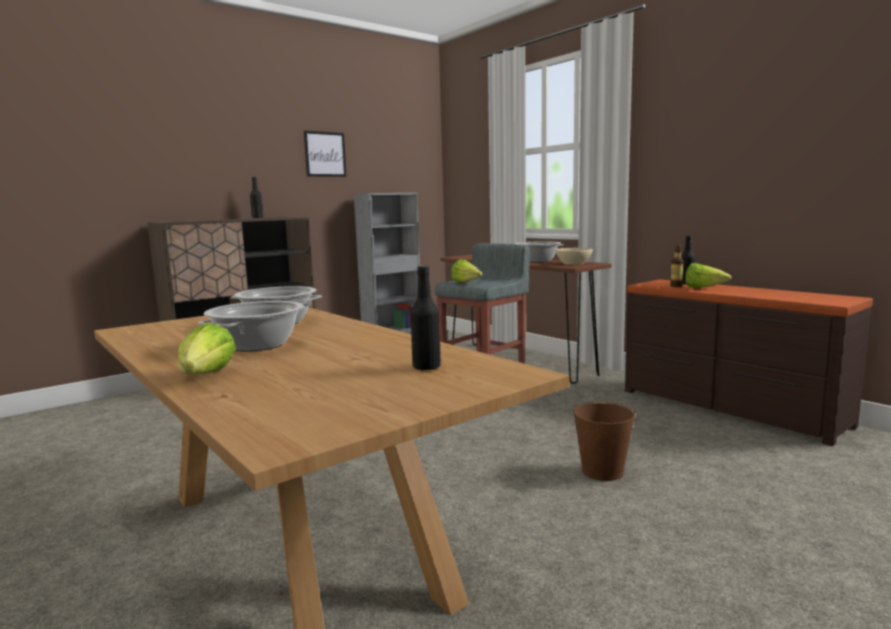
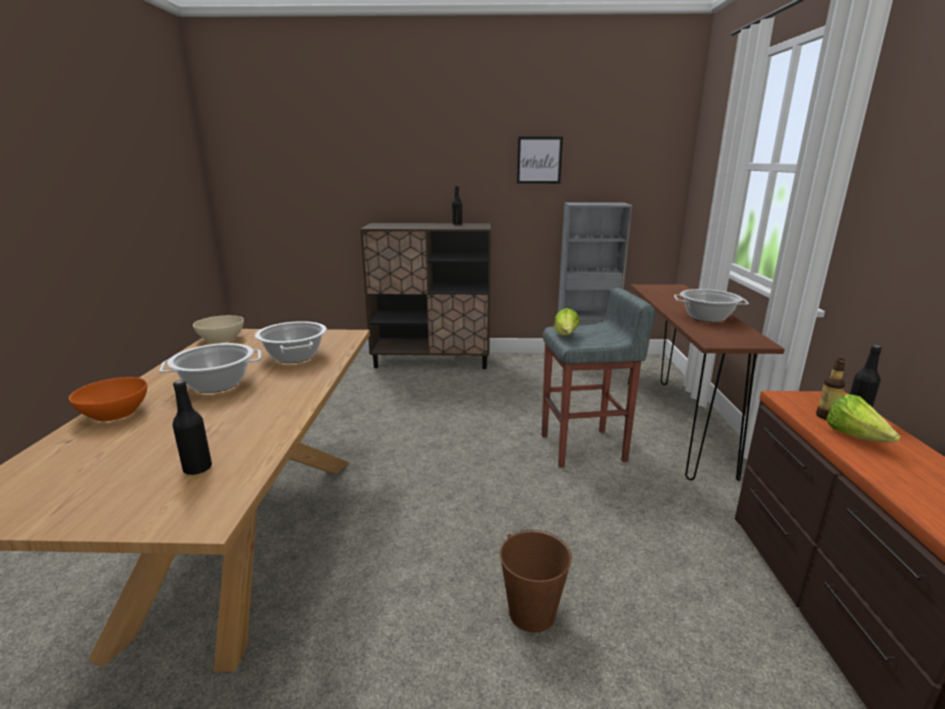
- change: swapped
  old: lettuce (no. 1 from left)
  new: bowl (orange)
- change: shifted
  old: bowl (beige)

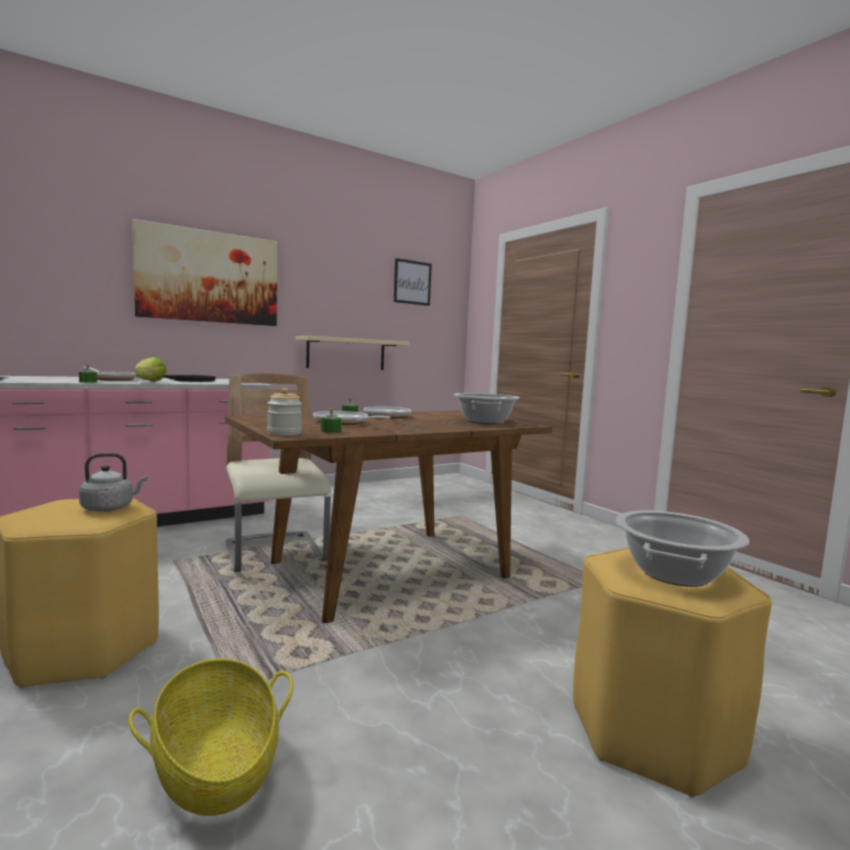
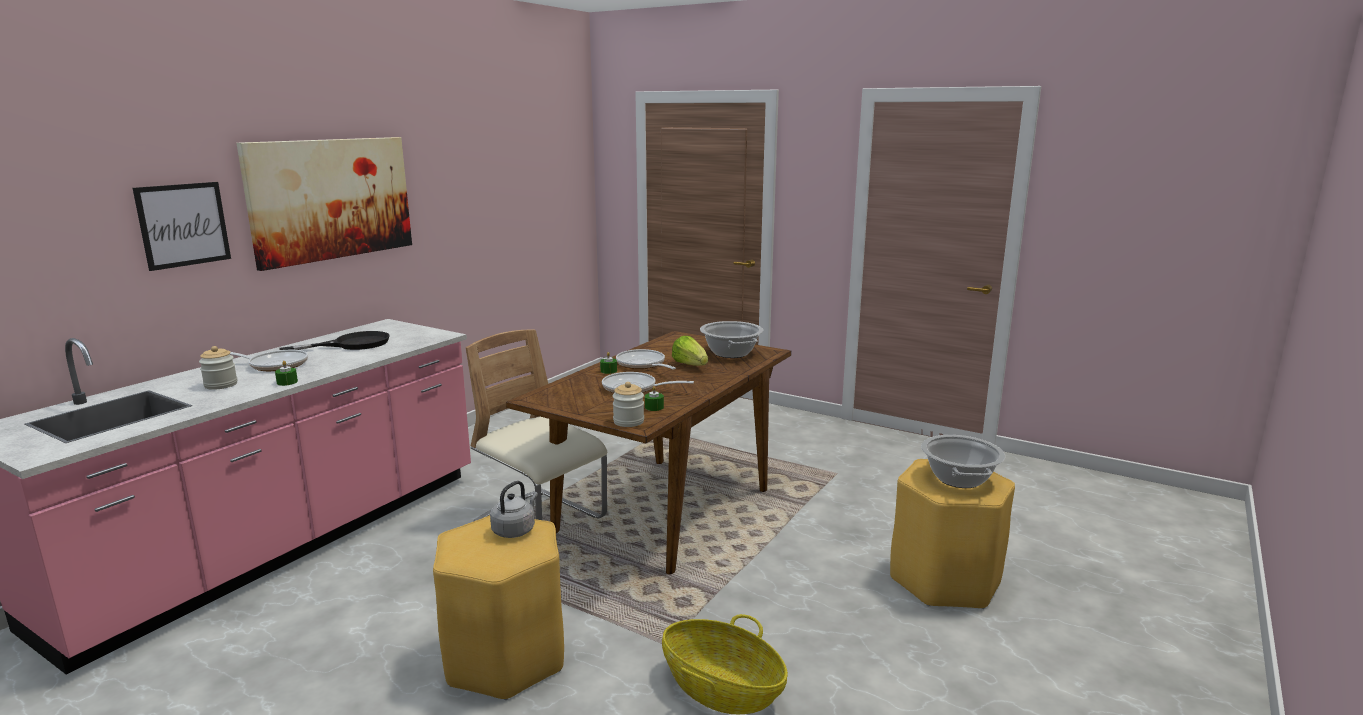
- change: shifted
  old: picture (no. 2 from left in the first image)
  new: picture (no. 1 from left)
- change: new
  new: jar (no. 1 from left)
- change: shifted
  old: lettuce
- change: gone
  old: shelf (beige)

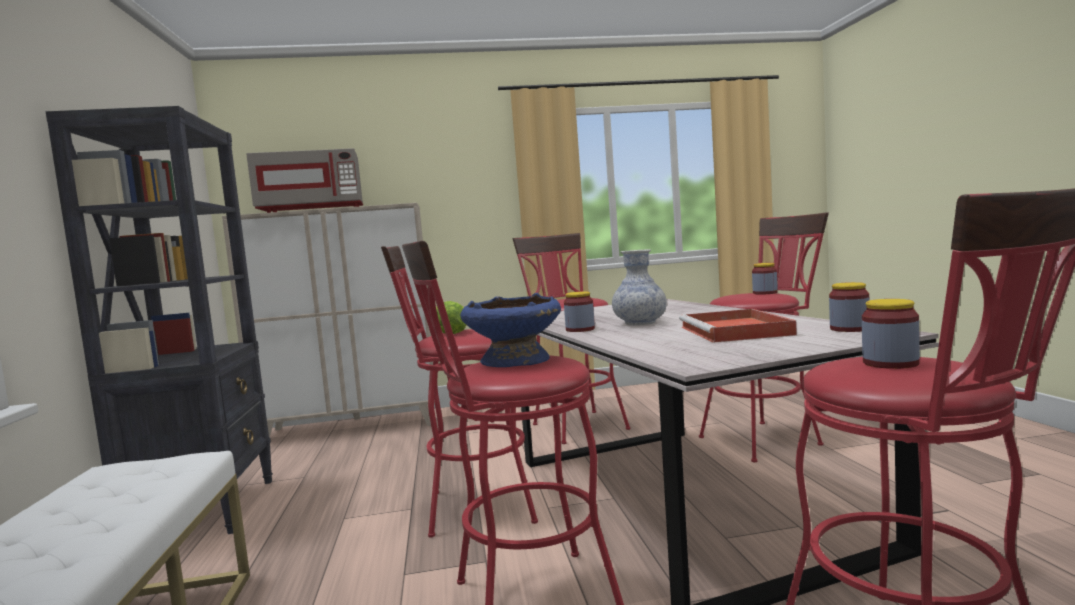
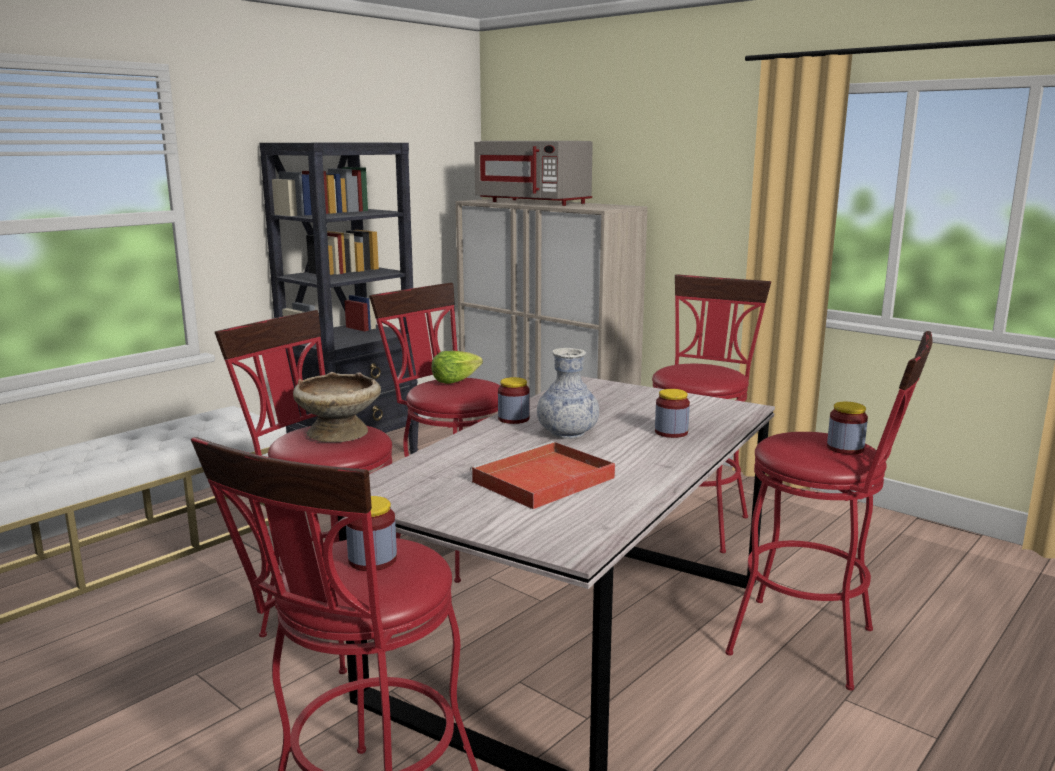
- change: repainted
  old: bowl (blue)
  new: bowl (beige)
- change: shifted
  old: jar (no. 3 from left)

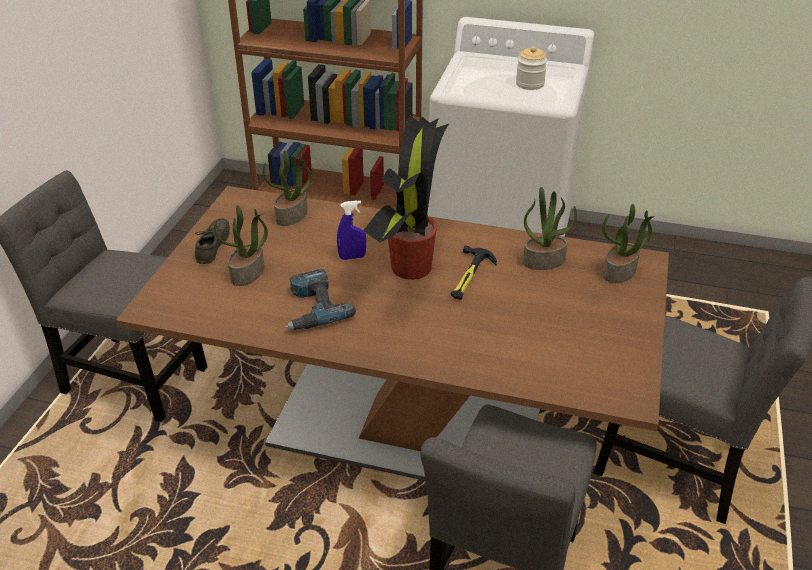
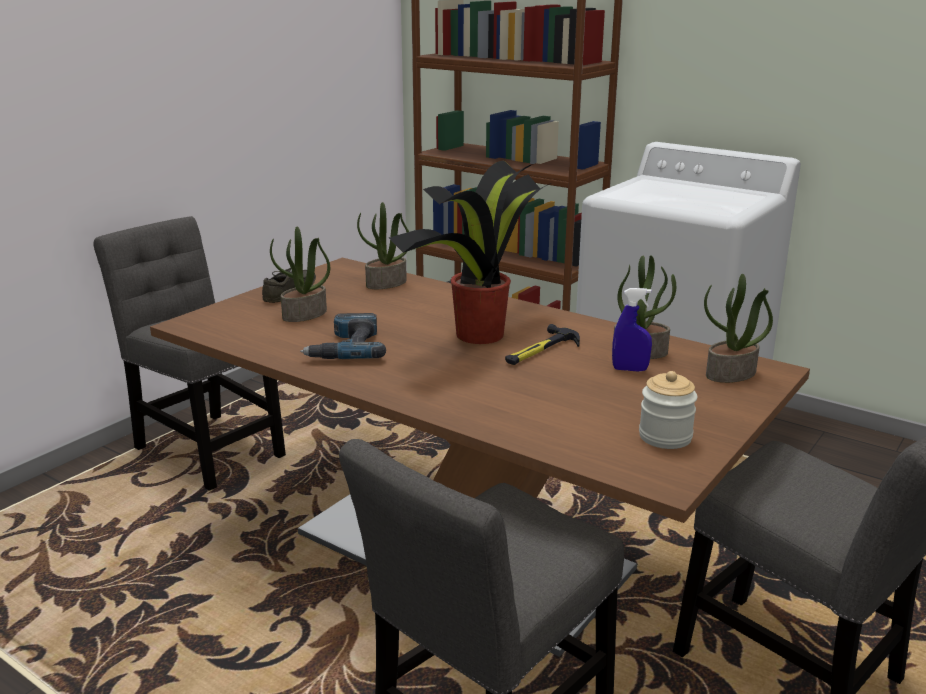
- change: shifted
  old: spray bottle (blue)
- change: shifted
  old: jar

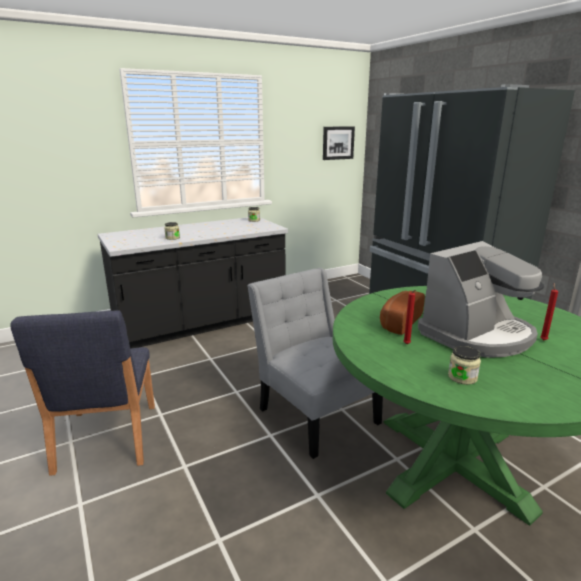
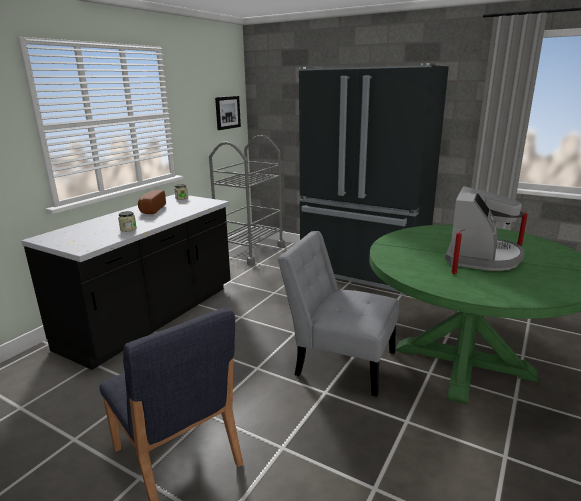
- change: shifted
  old: bread
- change: new
  new: cart (grey)
- change: gone
  old: jar (no. 3 from left)

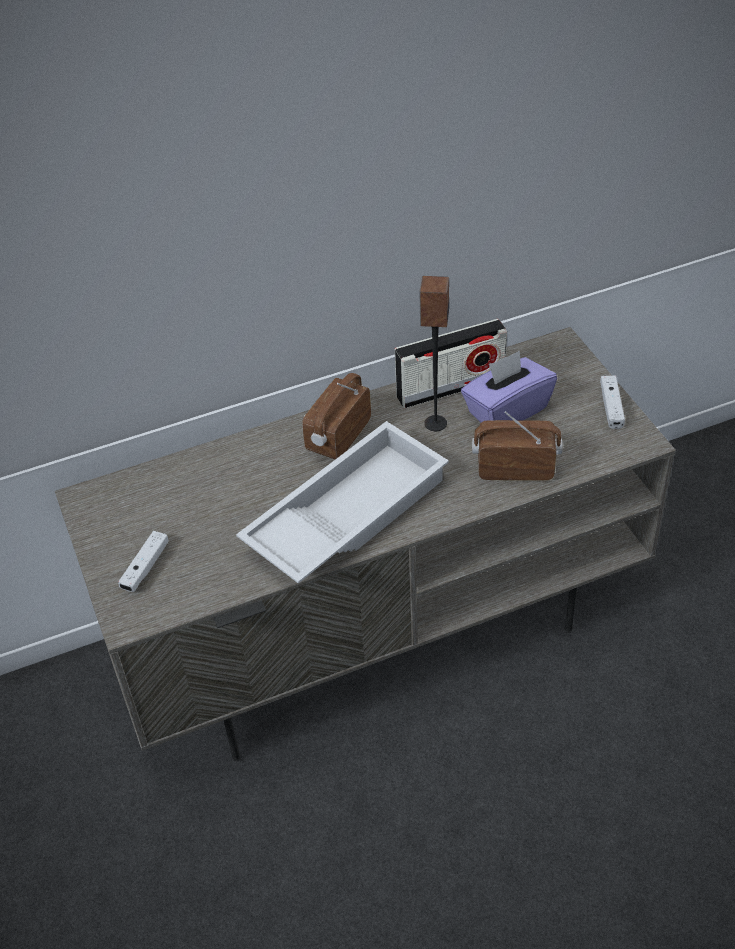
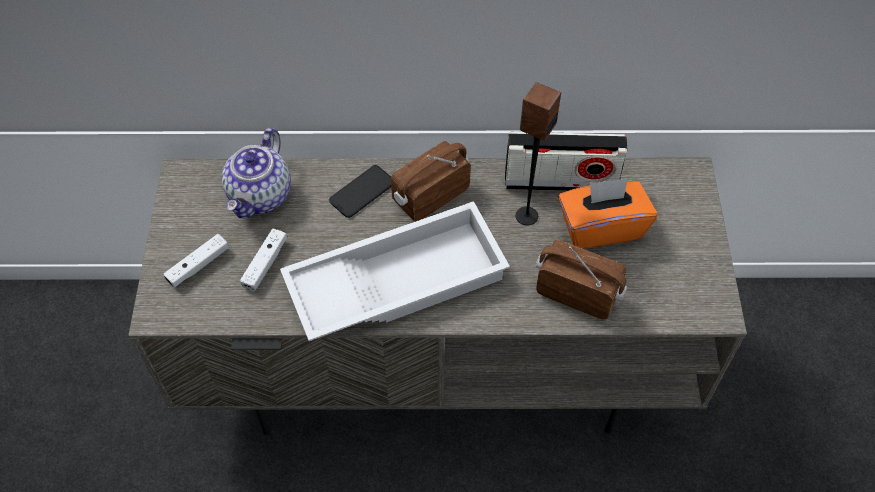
- change: new
  new: teapot
- change: shifted
  old: game controller (white) (no. 2 from left)
- change: new
  new: phone
- change: repainted
  old: tissue box (purple)
  new: tissue box (orange)

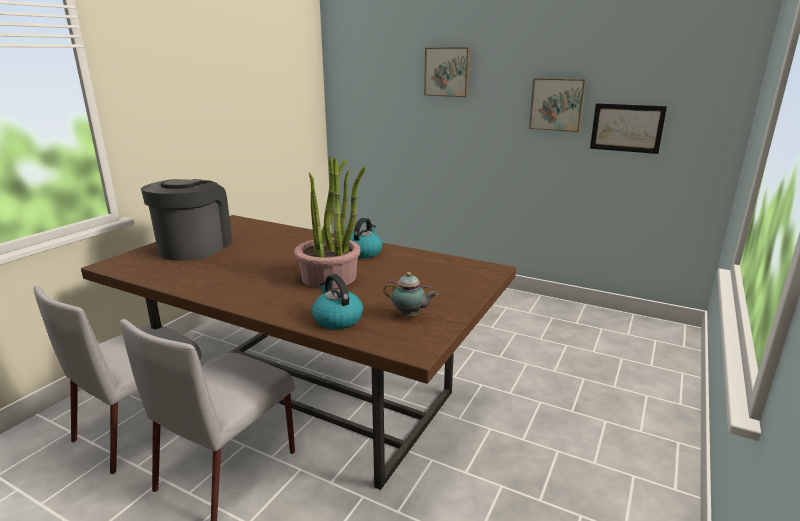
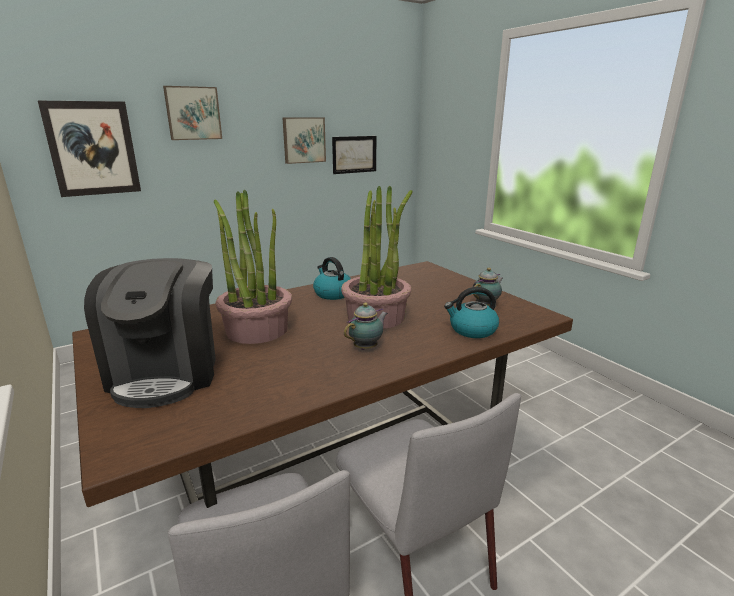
- change: new
  new: picture (no. 1 from left)
- change: rotated
  old: coffee machine
  degrees: -135
- change: new
  new: potted plant (no. 1 from left)
- change: new
  new: teapot (no. 1 from left)

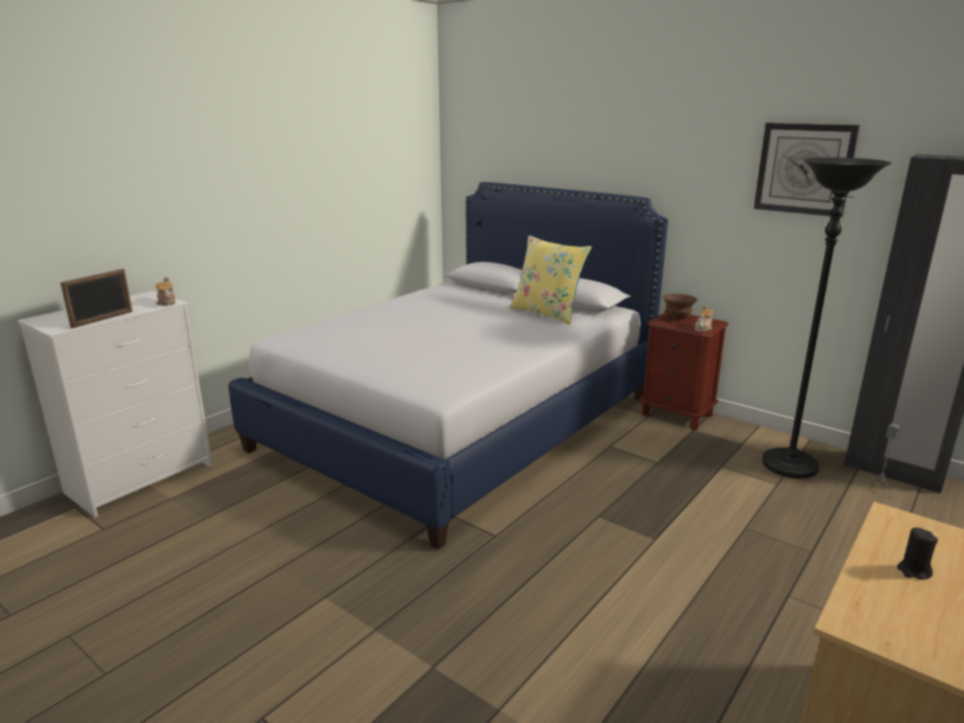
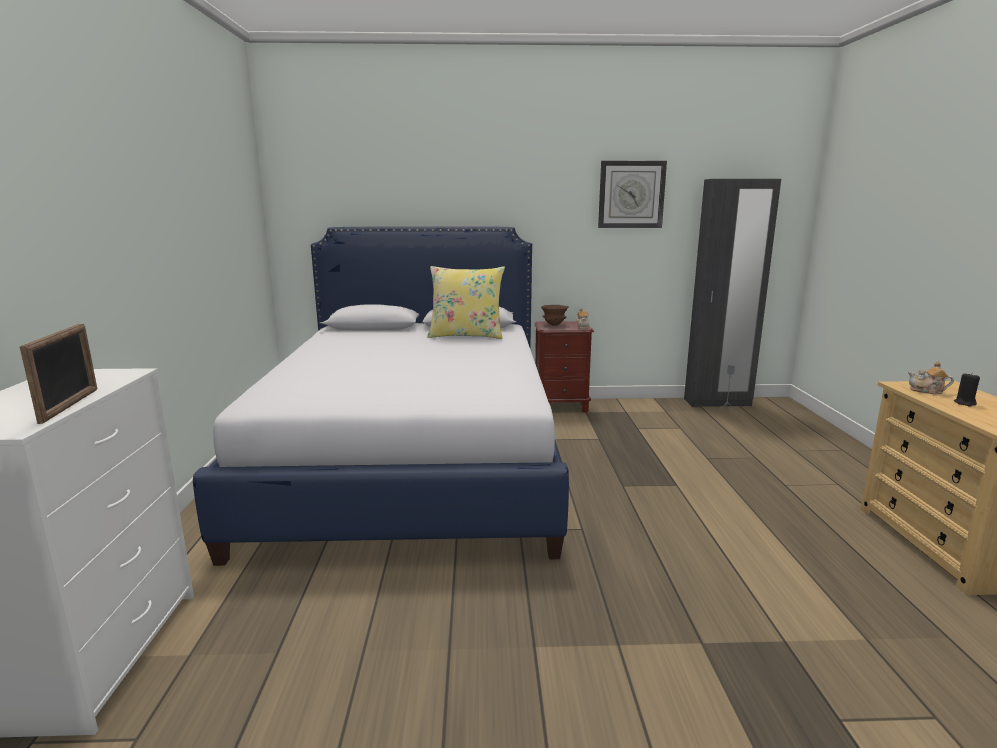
- change: shifted
  old: teapot (no. 1 from left in the first image)
  new: teapot (no. 2 from left)
- change: gone
  old: floor lamp (black)

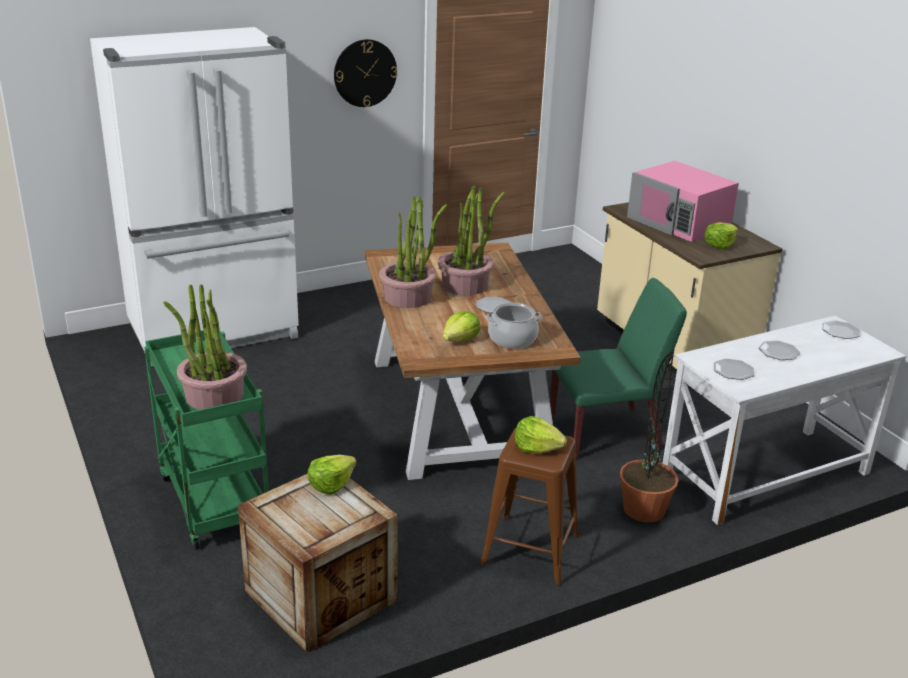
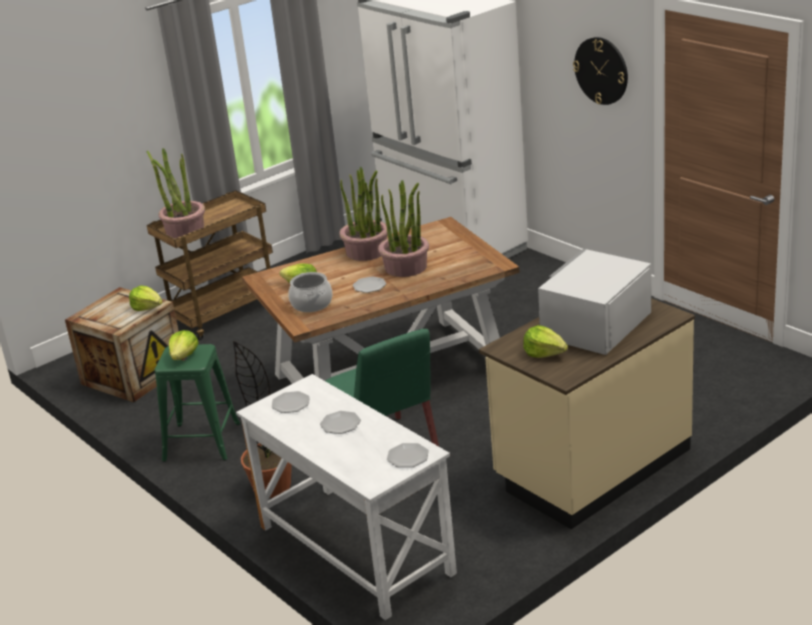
- change: repainted
  old: cart (green)
  new: cart (brown)
- change: repainted
  old: stool (brown)
  new: stool (green)
- change: repainted
  old: microwave (pink)
  new: microwave (white)

